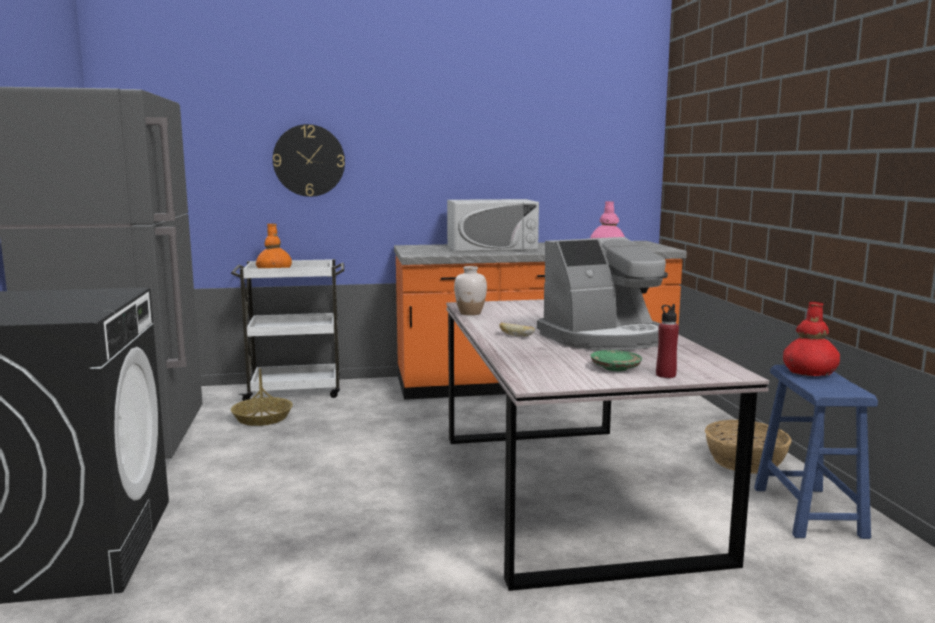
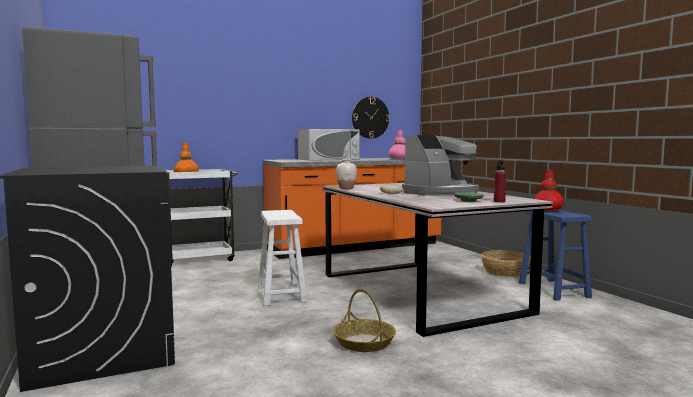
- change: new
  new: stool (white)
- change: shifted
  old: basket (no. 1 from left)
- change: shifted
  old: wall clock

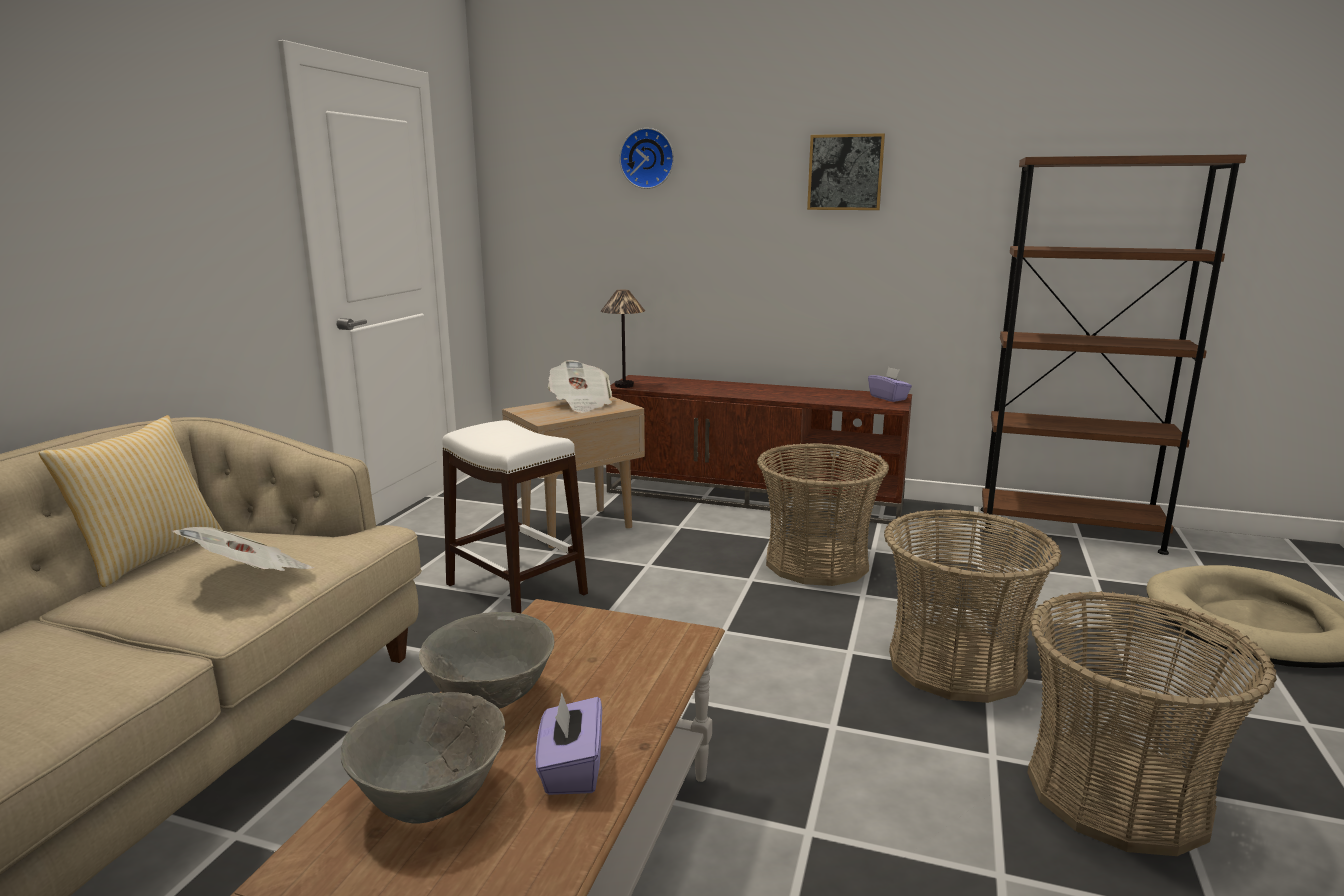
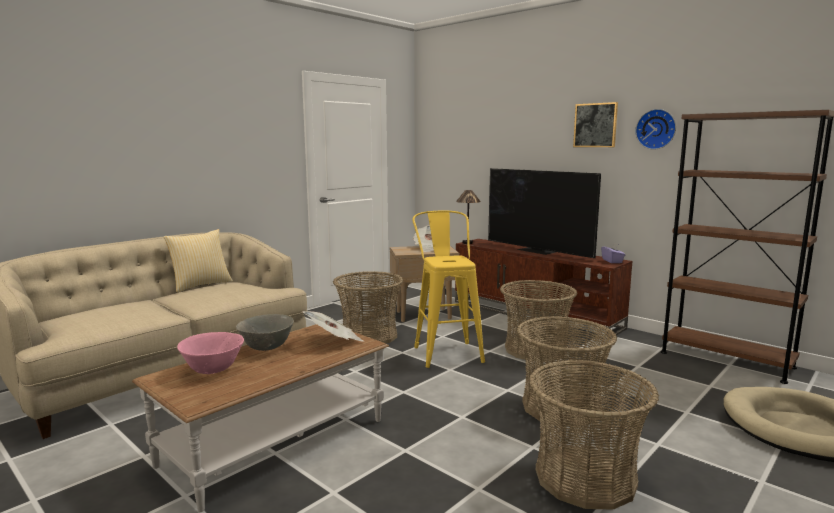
- change: repainted
  old: bowl (grey) (no. 1 from left)
  new: bowl (pink)
- change: shifted
  old: newspaper (no. 1 from left)
- change: swapped
  old: stool (white)
  new: basket (no. 1 from left)
- change: new
  new: stool (yellow)
- change: new
  new: television
- change: shifted
  old: wall clock
- change: gone
  old: tissue box (purple) (no. 1 from left)

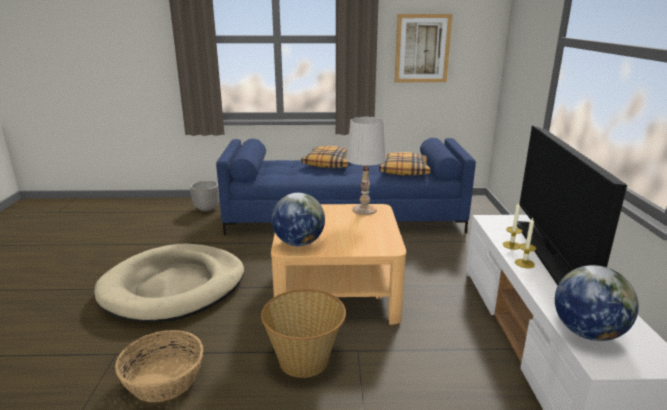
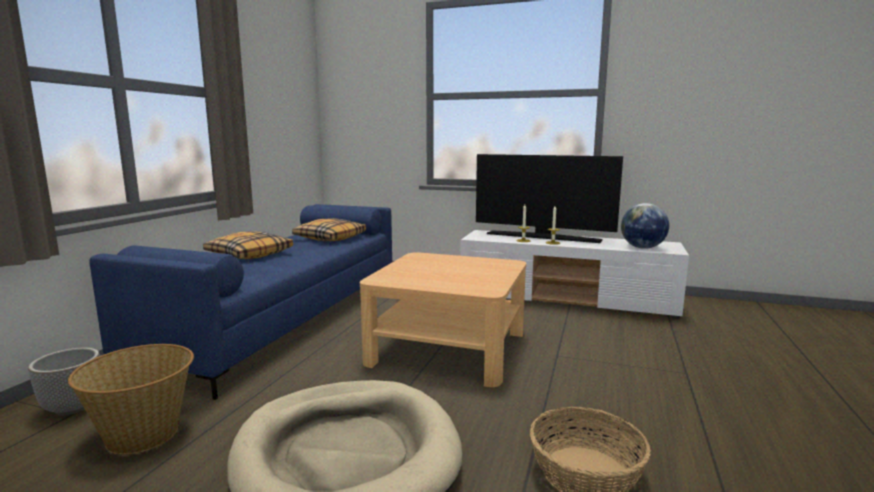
- change: shifted
  old: basket (no. 2 from left in the first image)
  new: basket (no. 1 from left)
- change: gone
  old: globe (no. 1 from left)
- change: gone
  old: table lamp (white)
- change: gone
  old: picture

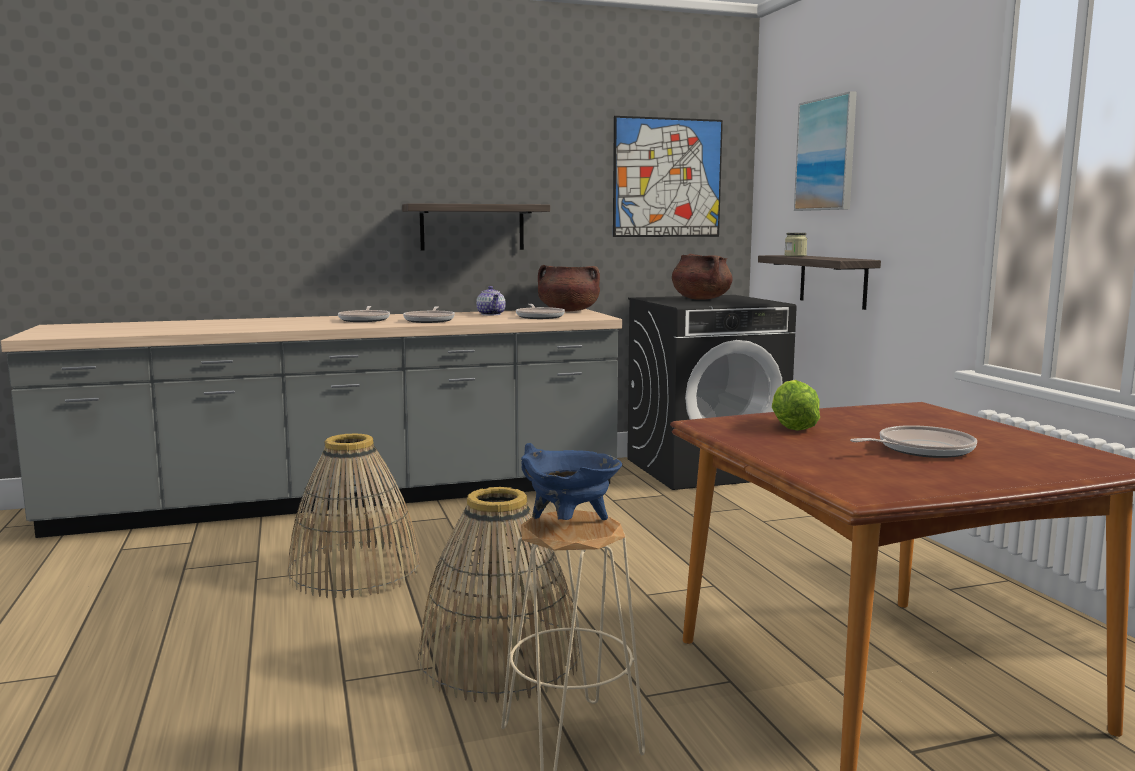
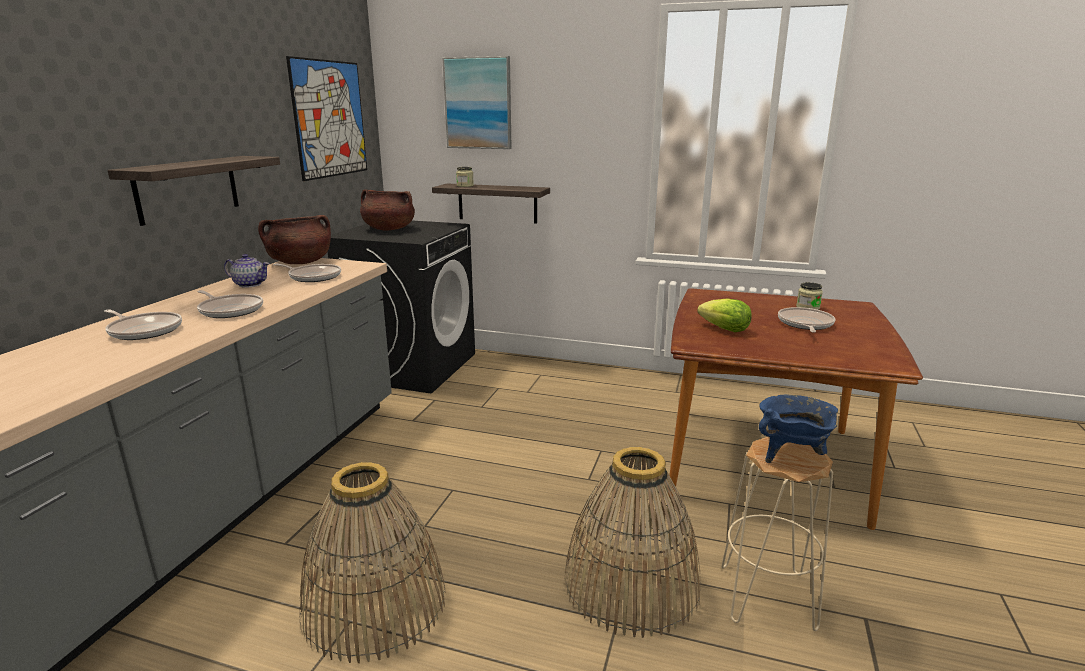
- change: new
  new: jar (no. 2 from left)

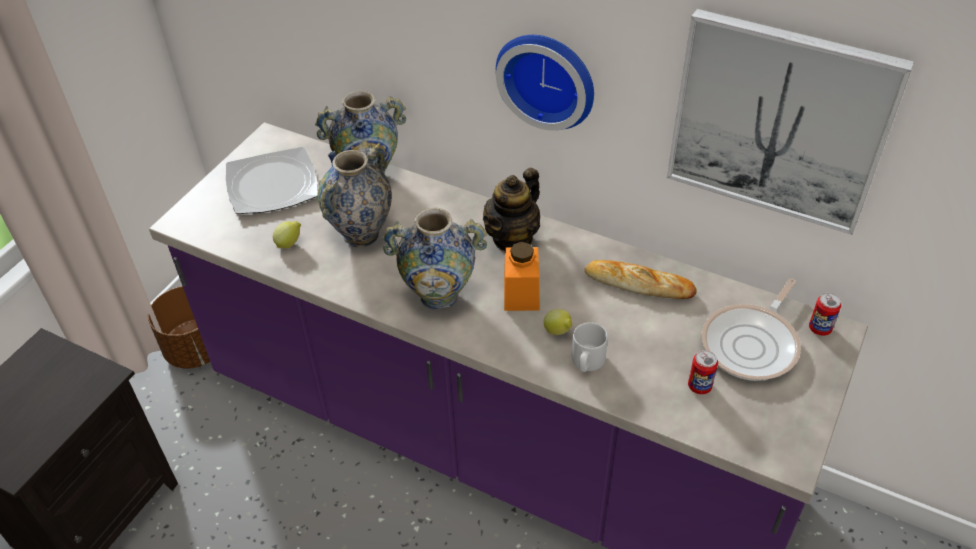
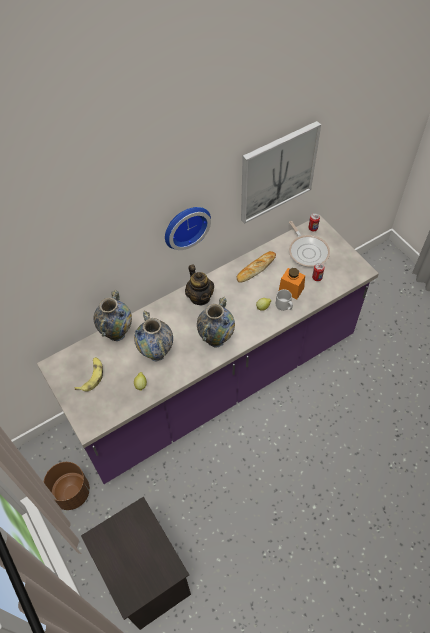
- change: swapped
  old: plate
  new: banana
- change: shifted
  old: jar (orange)

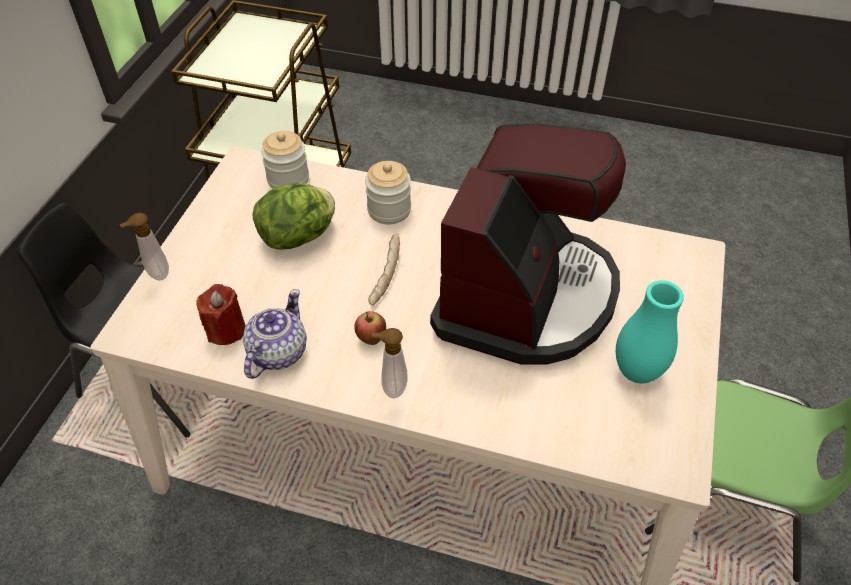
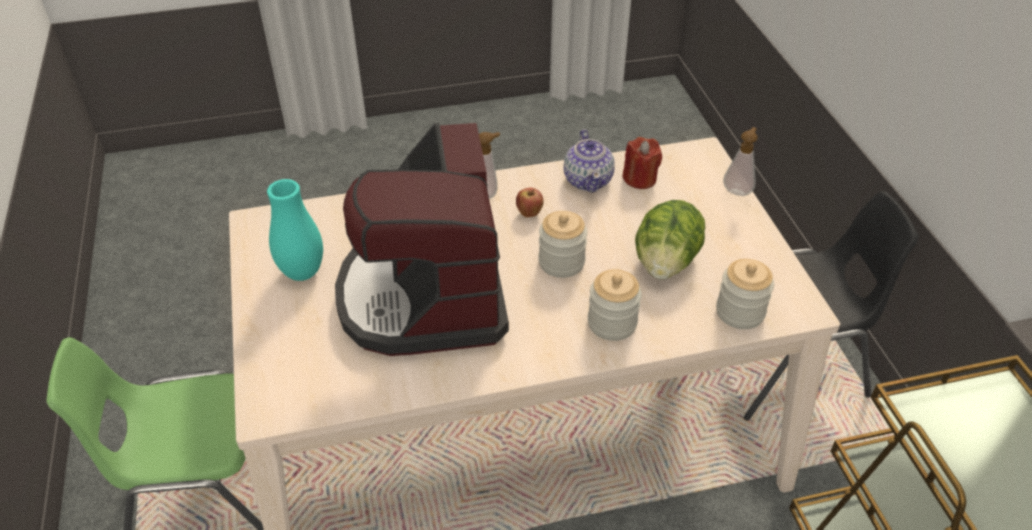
- change: swapped
  old: bread
  new: jar (no. 1 from left)

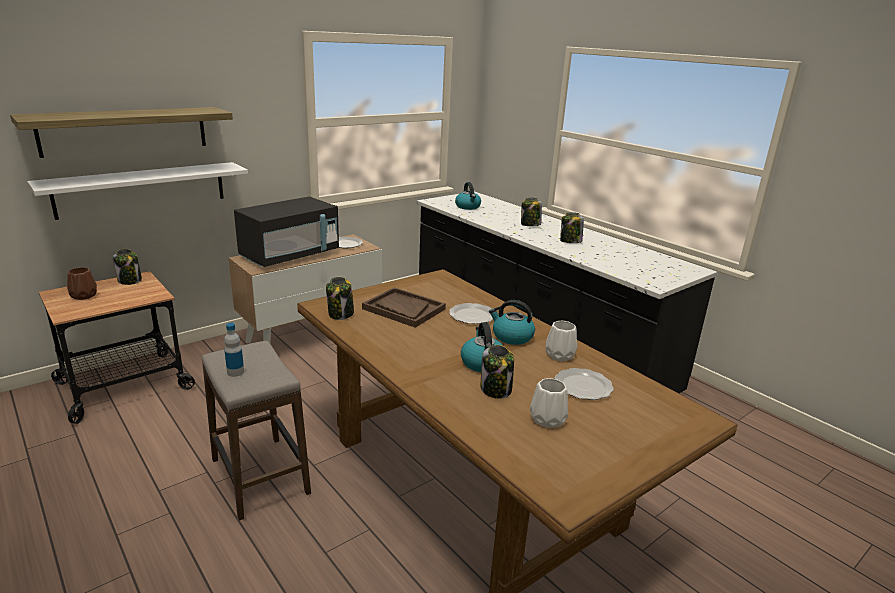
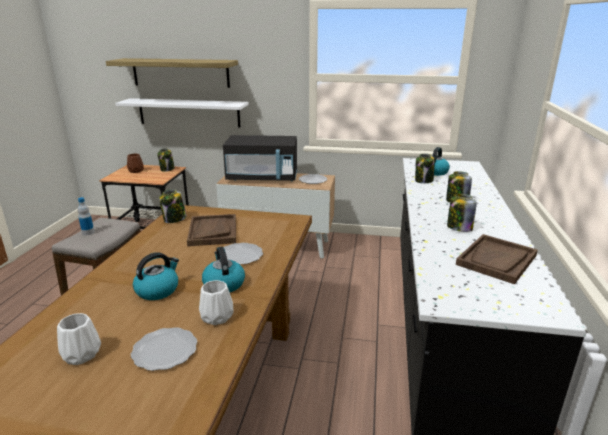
- change: shifted
  old: jar (no. 3 from left)
- change: new
  new: tray (brown) (no. 2 from left)

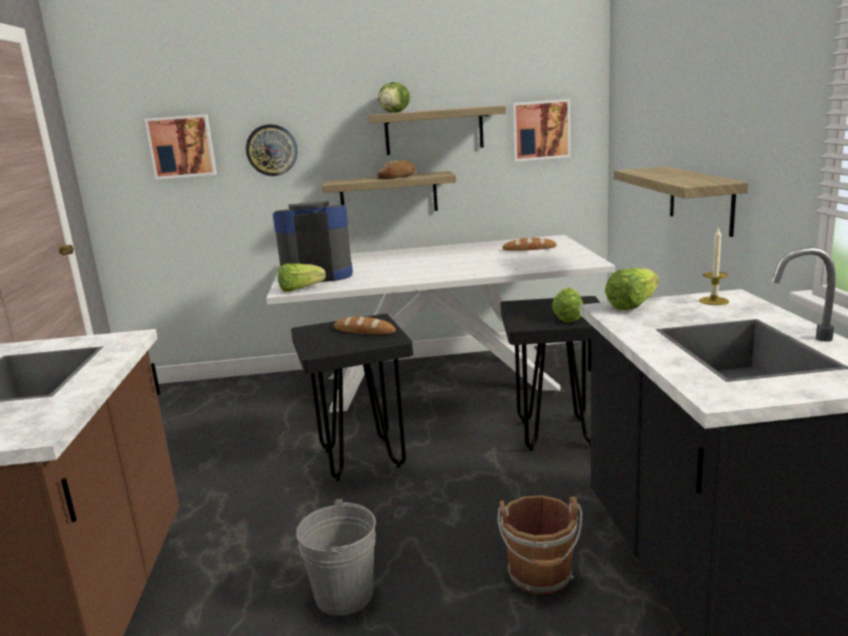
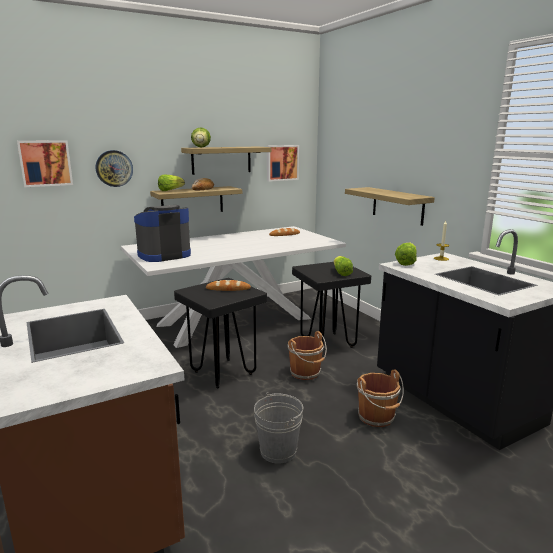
- change: shifted
  old: lettuce (no. 1 from left)
- change: new
  new: bucket (brown) (no. 1 from left)

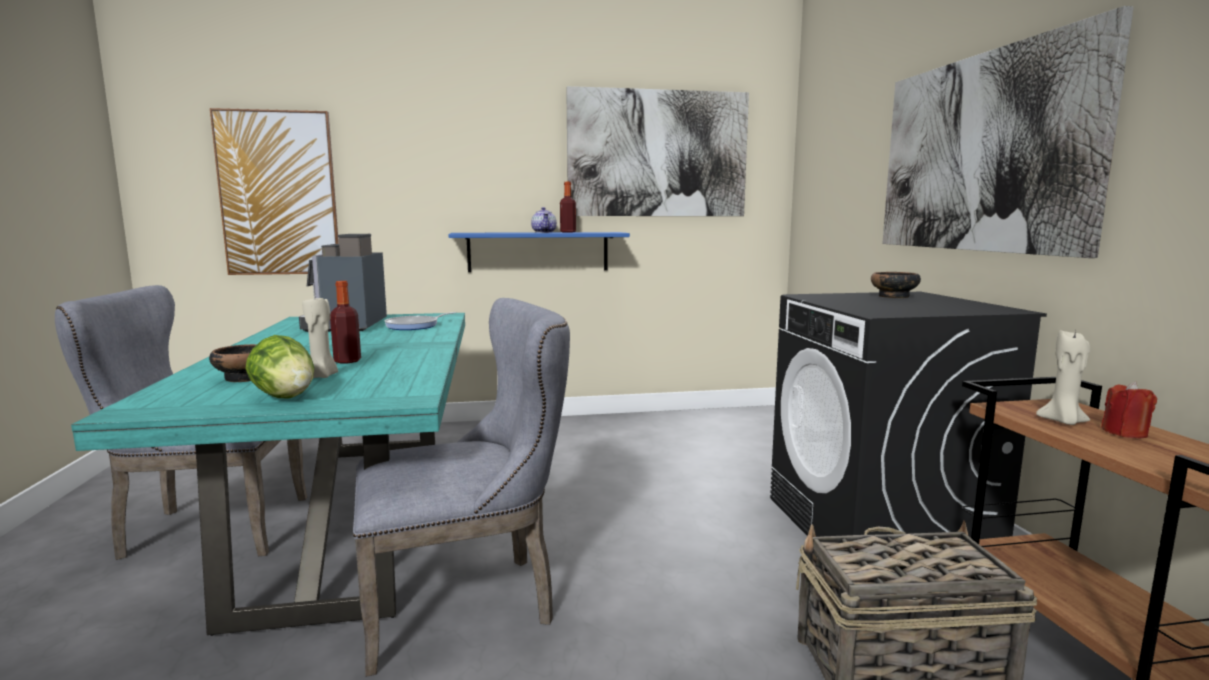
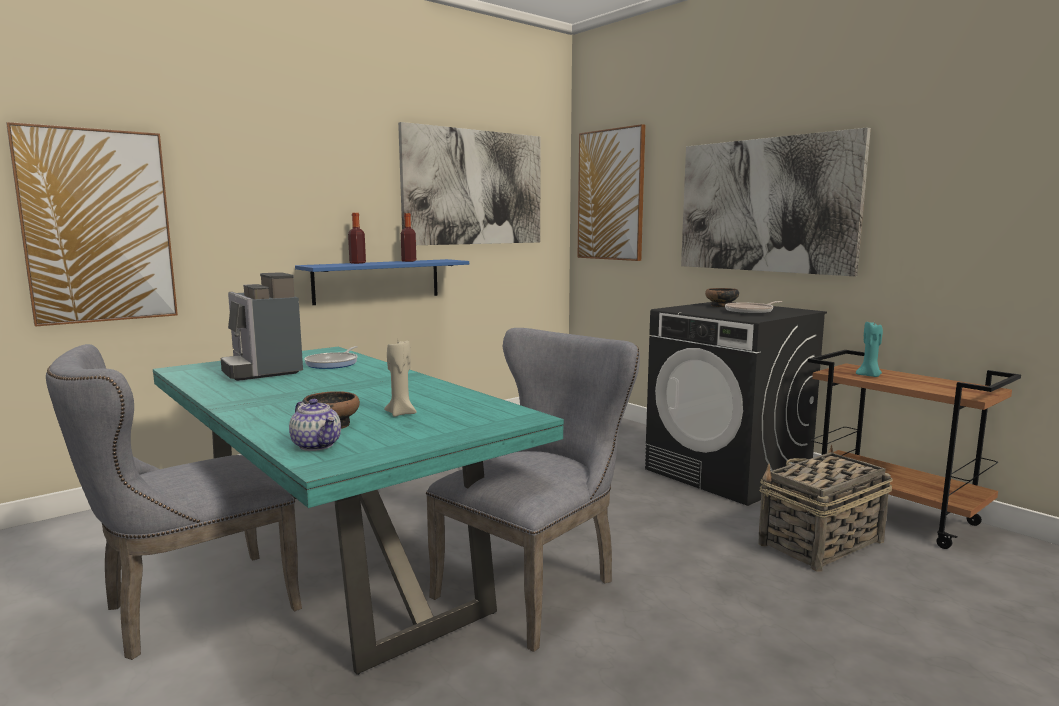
- change: shifted
  old: teapot
- change: shifted
  old: bottle (no. 1 from left)
- change: new
  new: picture (no. 3 from left)
- change: new
  new: frying pan (no. 2 from left)
- change: repainted
  old: candle (beige) (no. 2 from left)
  new: candle (turquoise)
- change: gone
  old: lettuce
- change: gone
  old: candle (red)

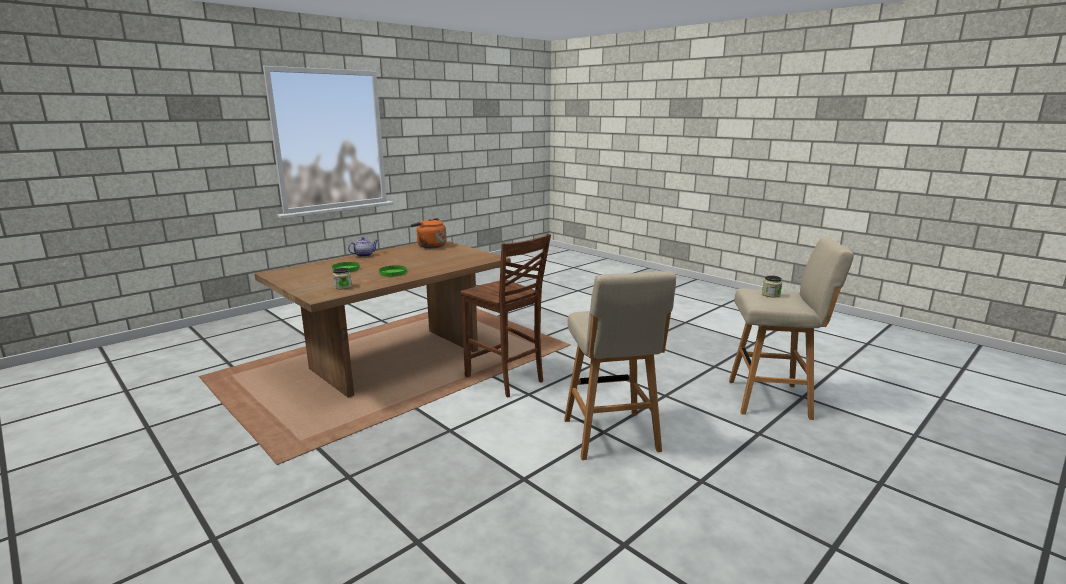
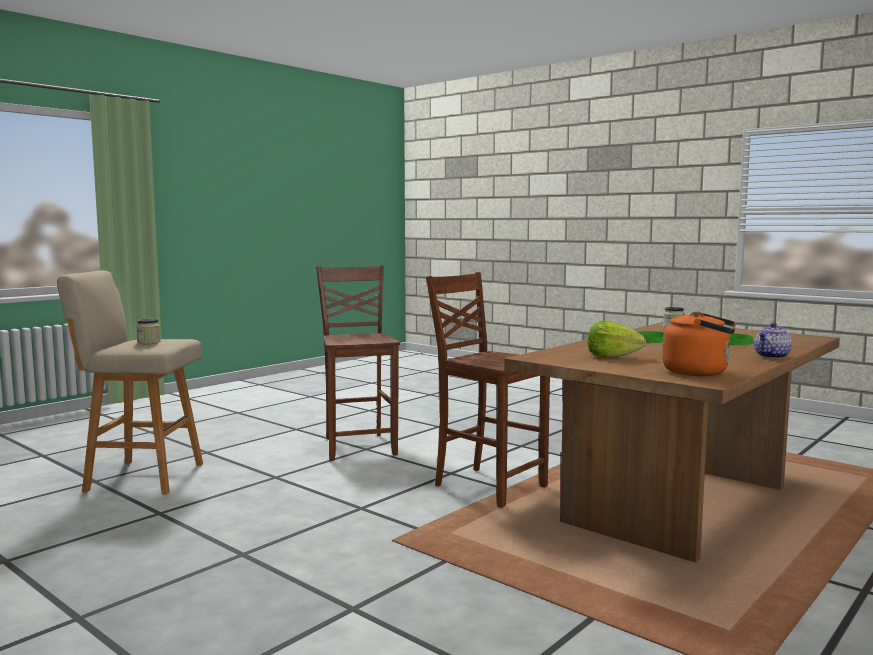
- change: swapped
  old: stool (beige) (no. 1 from left)
  new: chair (brown) (no. 1 from left)
- change: new
  new: lettuce

